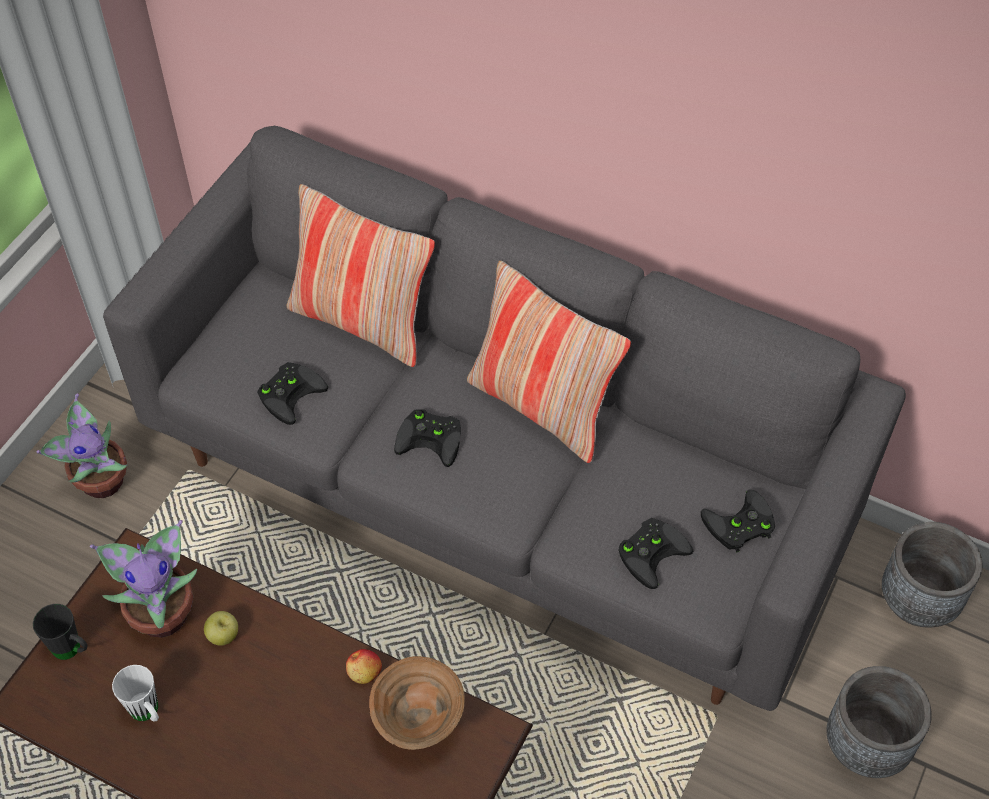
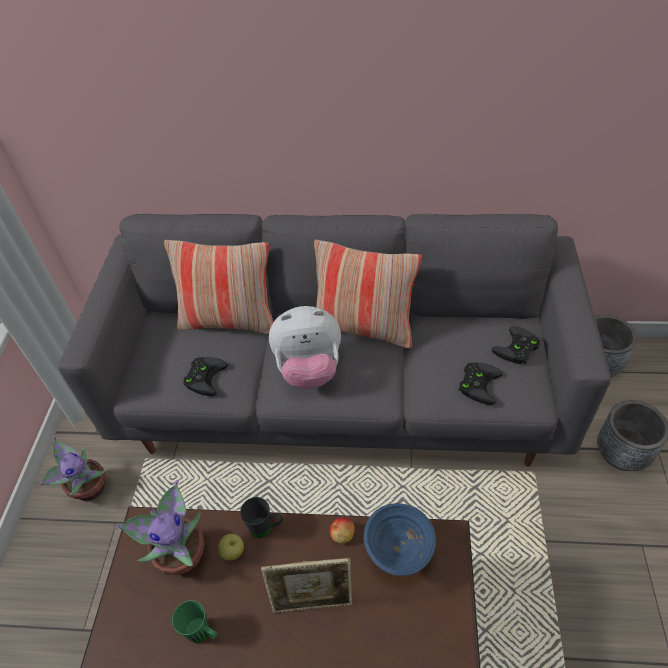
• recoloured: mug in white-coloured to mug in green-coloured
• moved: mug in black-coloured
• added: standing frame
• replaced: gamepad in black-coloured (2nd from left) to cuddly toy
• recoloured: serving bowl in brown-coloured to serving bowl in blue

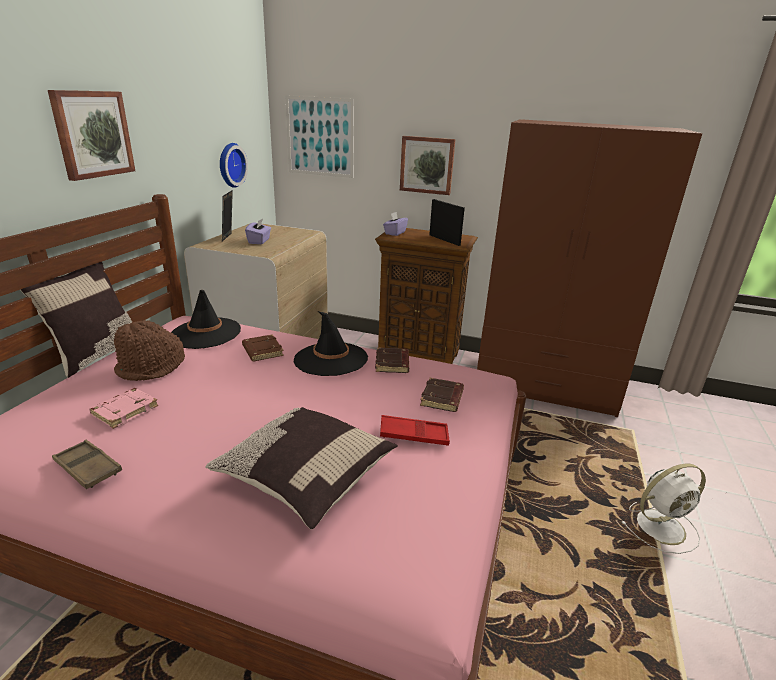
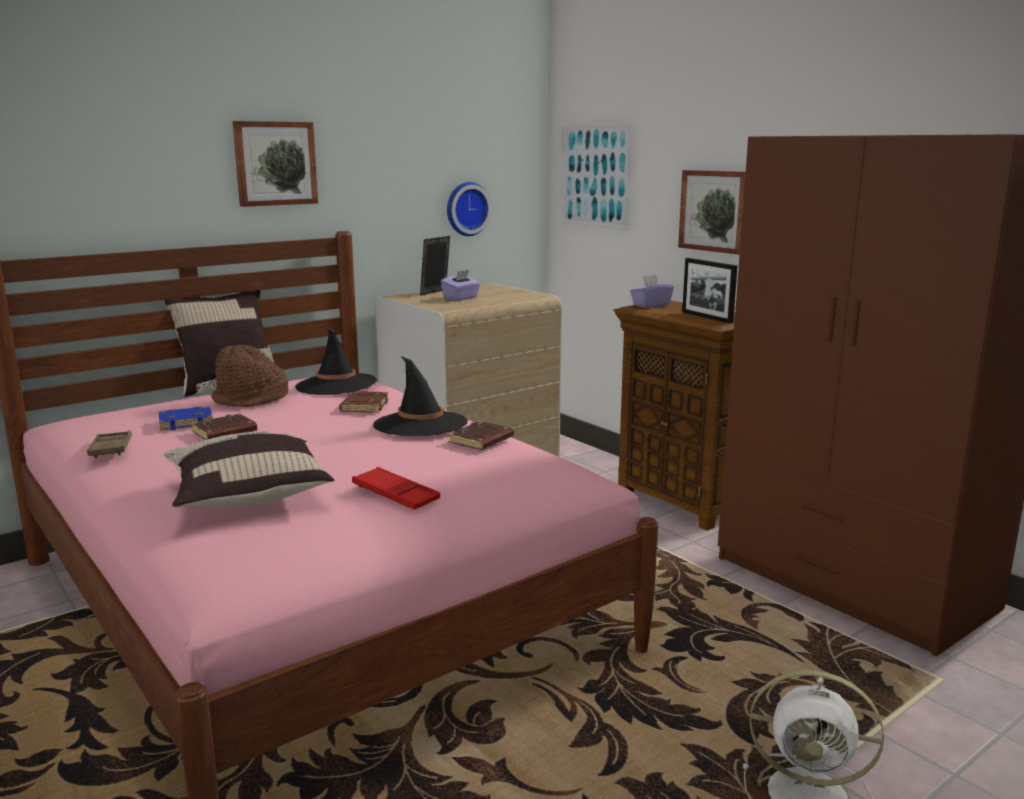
• recoloured: book in pink to book in blue
• moved: book in brown-coloured (3rd from left in the first image) to book in brown-coloured (1st from left)
• turned: standing frame (2nd from left) 150 degrees clockwise

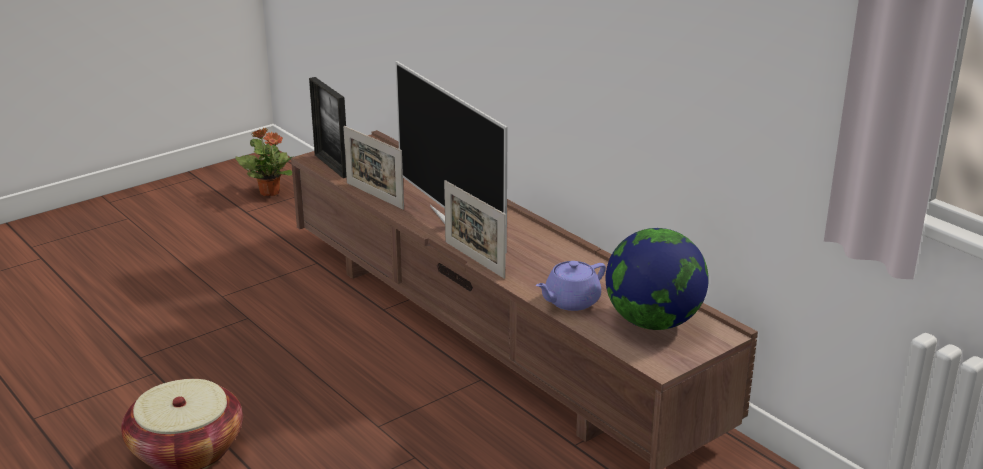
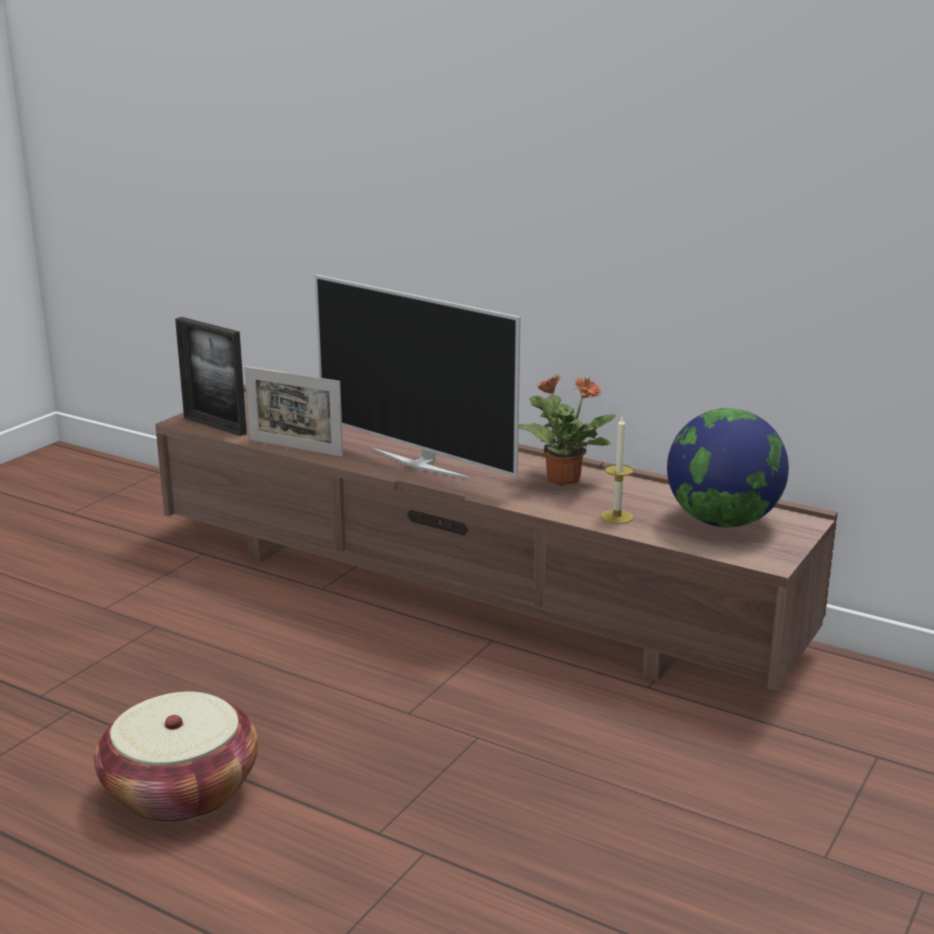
• moved: potted plant
• replaced: tea pot in purplish to candle
• removed: standing frame (3rd from left)

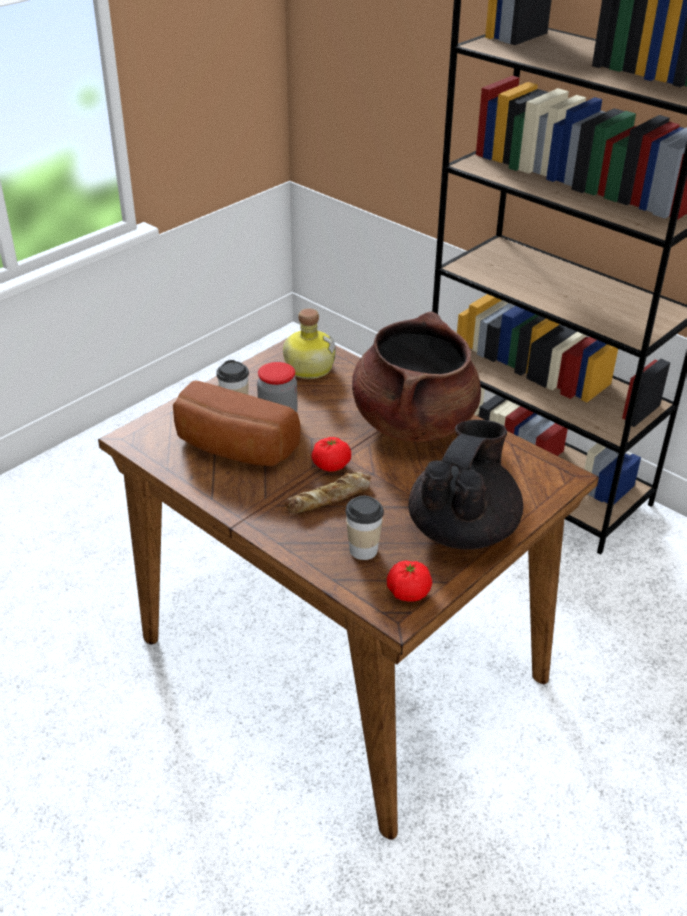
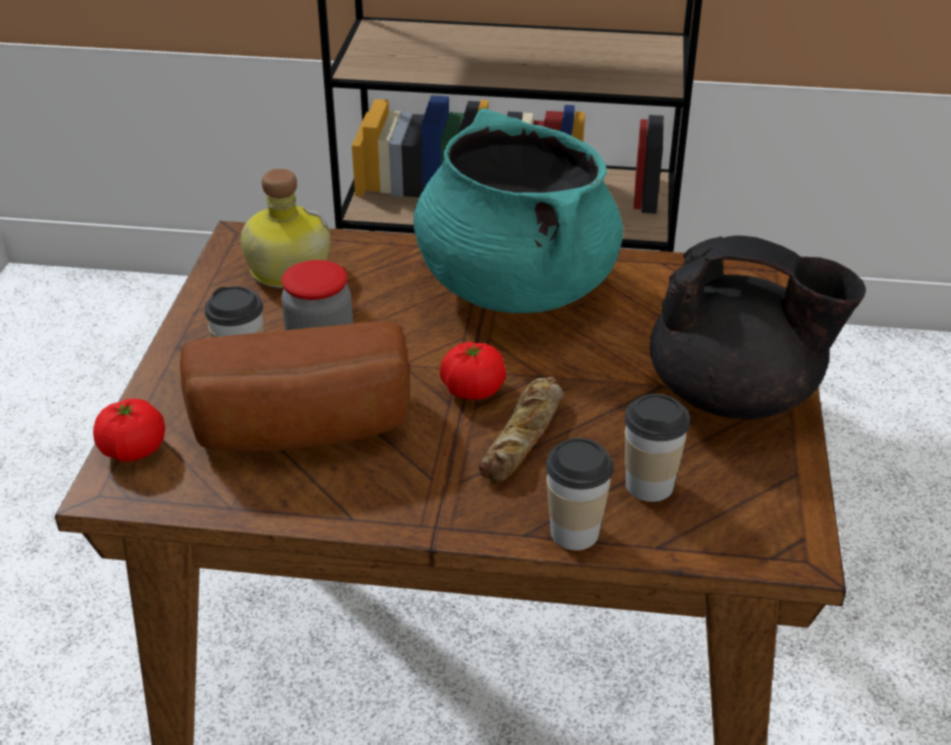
• moved: fresh tomato (2nd from left in the first image) to fresh tomato (1st from left)
• recoloured: saucepot in brown-coloured to saucepot in blue-green
• added: small cup (2nd from left)
• turned: tea pot in black-coloured 120 degrees clockwise

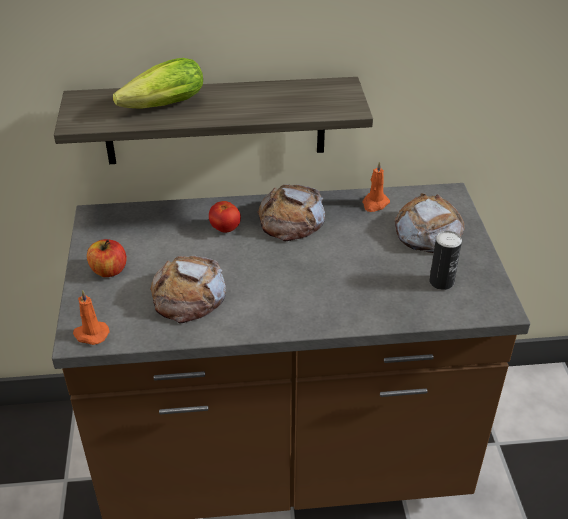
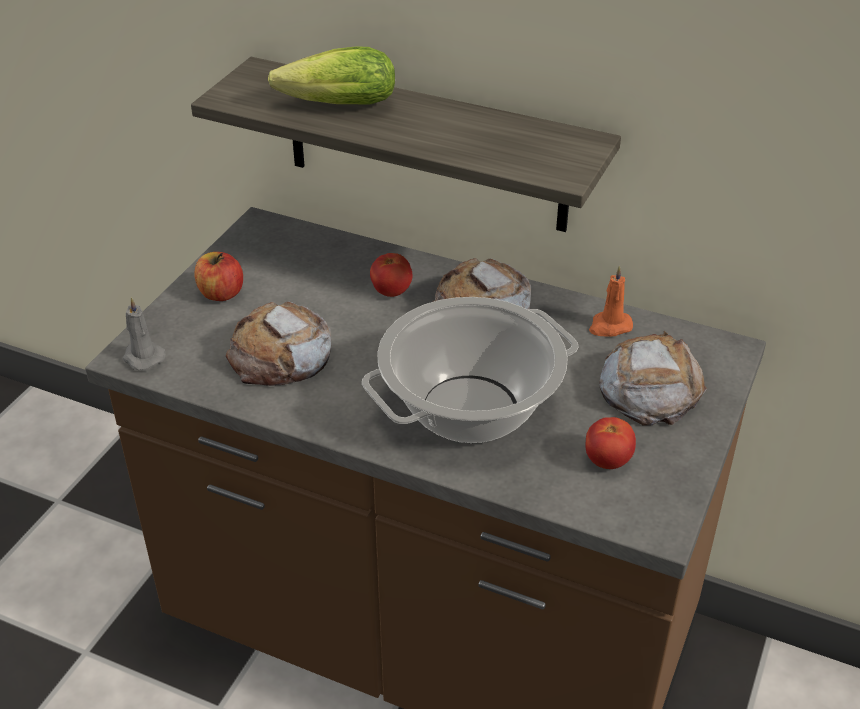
• recoloured: candle in orange (1st from left) to candle in gray
• added: saucepot
• replaced: can to fresh tomato (2nd from left)

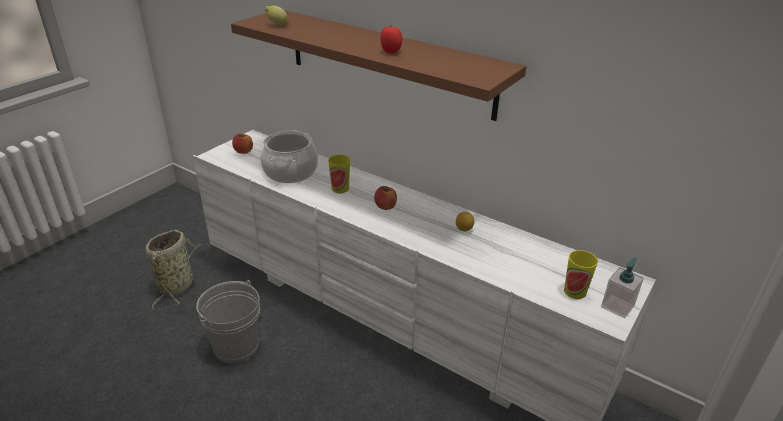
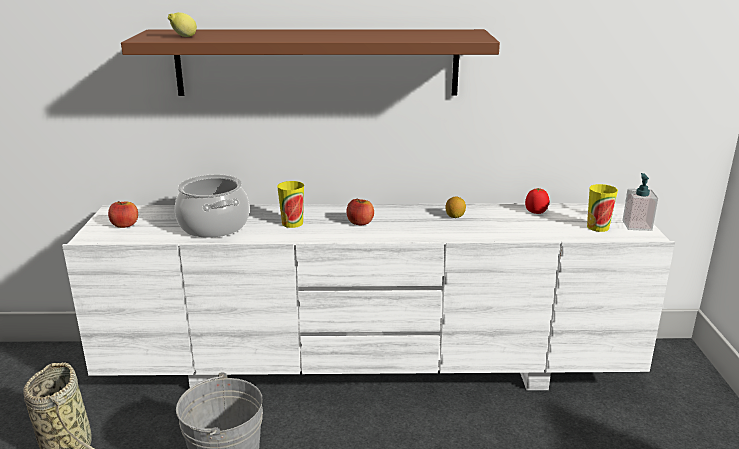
• moved: fresh tomato

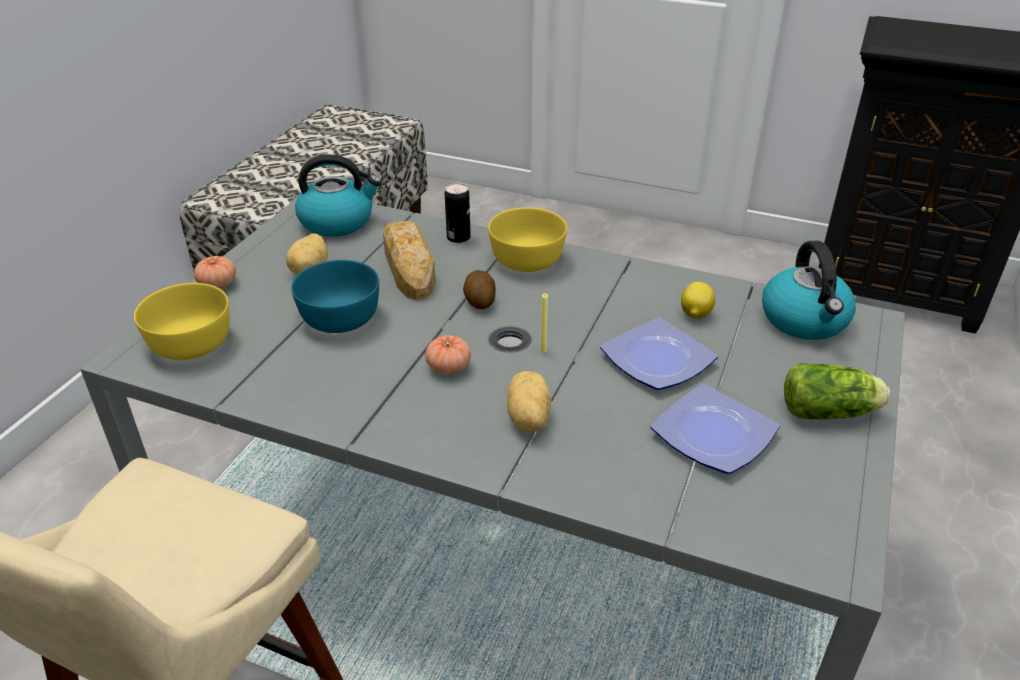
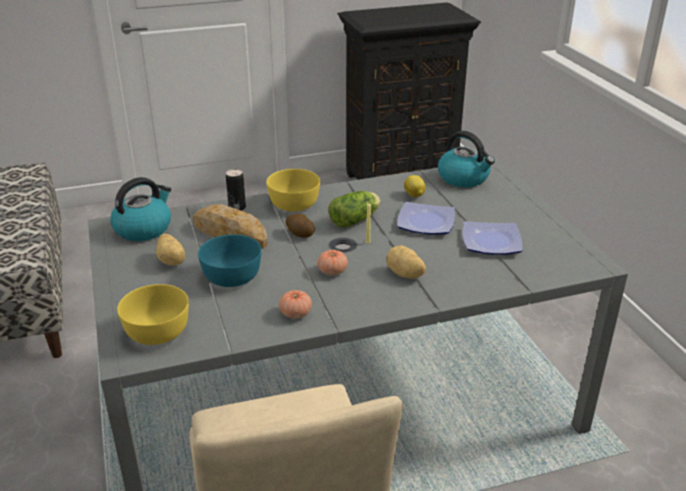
• moved: fresh tomato (1st from left)
• moved: lettuce head

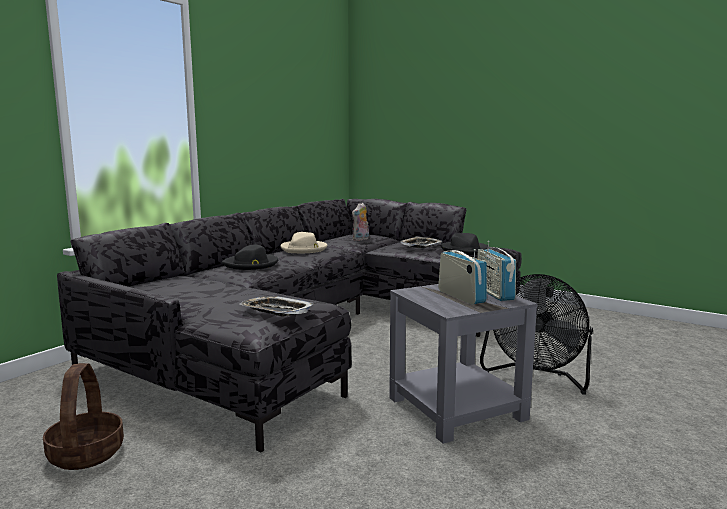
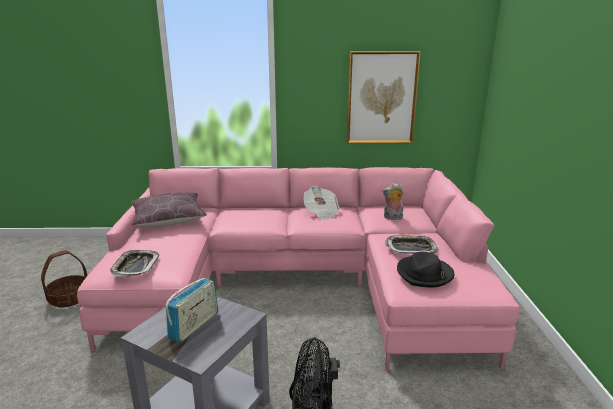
• recoloured: sofa in black-coloured to sofa in pink
• added: cushion in brown-coloured
• replaced: clothing hat in sand-coloured to printed paper
• added: wall picture
• removed: clothing hat in black-coloured (1st from left)
• removed: radio set (2nd from left)

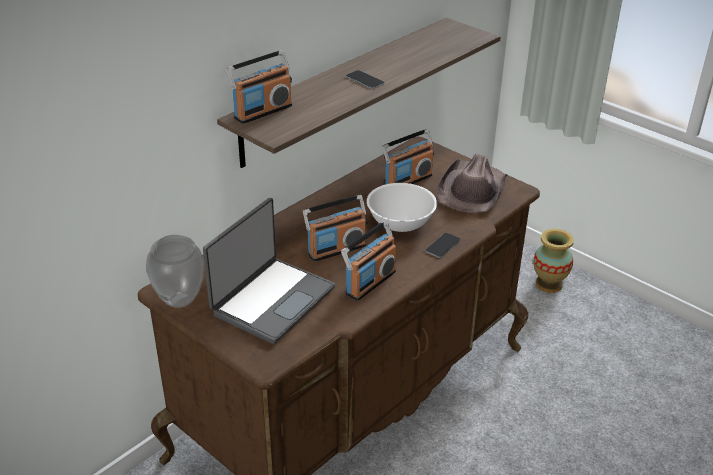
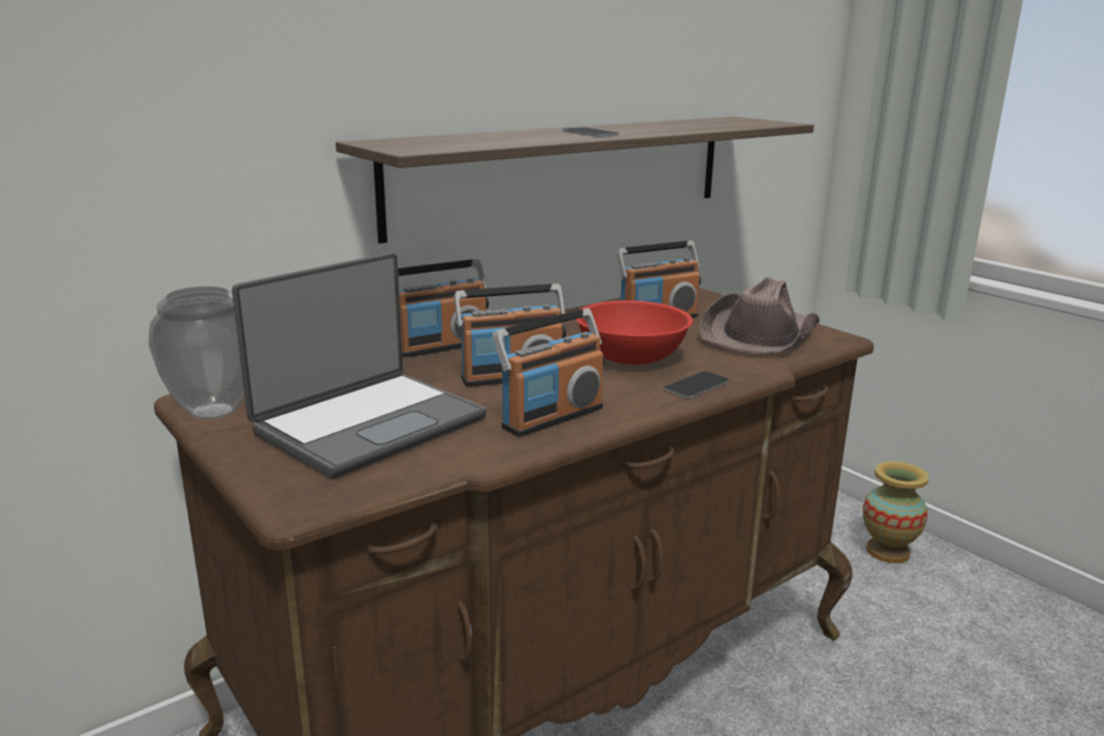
• moved: radio set (1st from left)
• recoloured: serving bowl in white-coloured to serving bowl in red-coloured

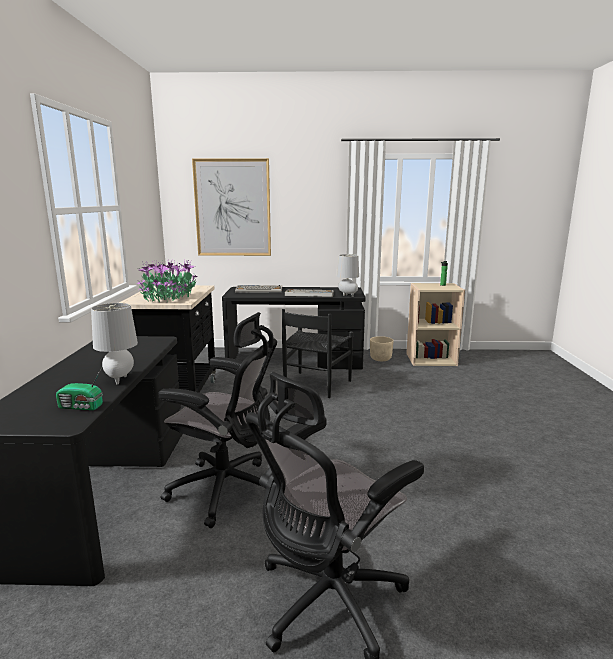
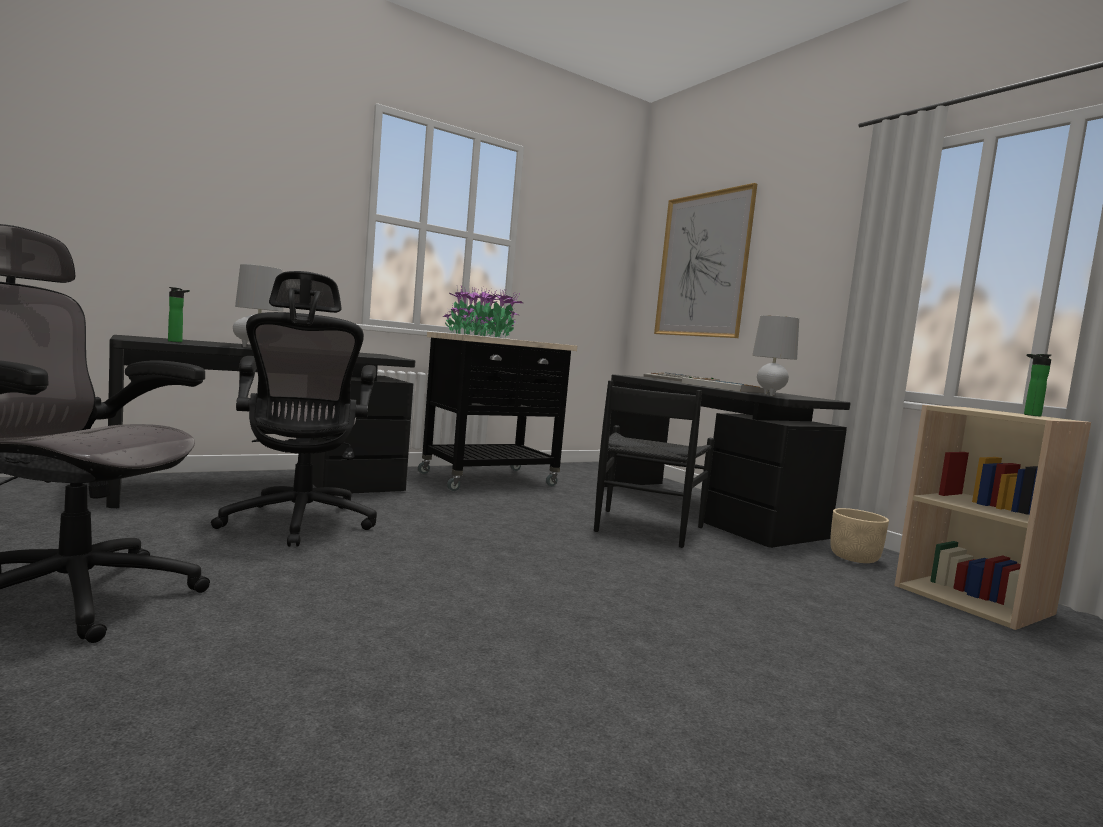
• replaced: radio set to beverage bottle (1st from left)
• turned: plain chair in black-coloured 60 degrees counterclockwise

